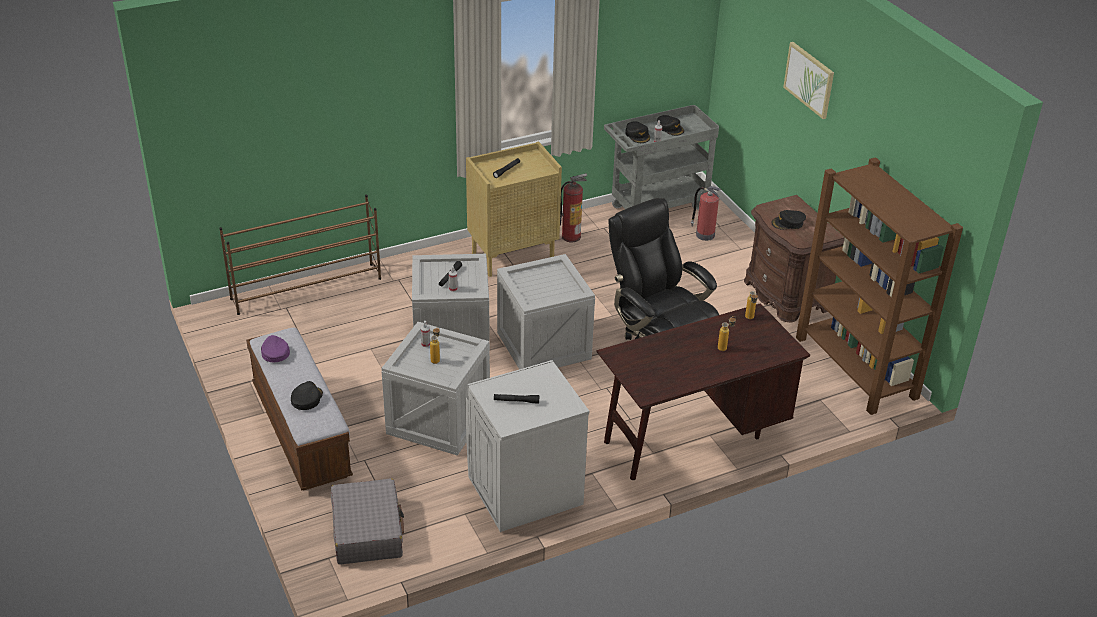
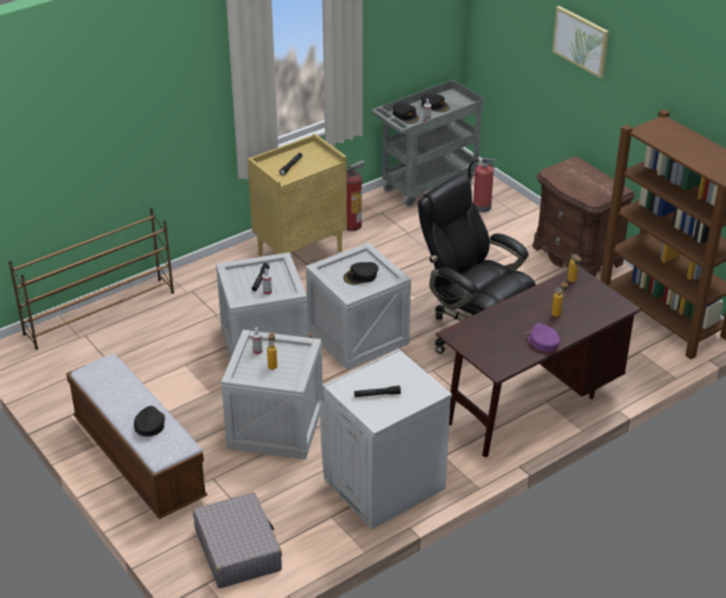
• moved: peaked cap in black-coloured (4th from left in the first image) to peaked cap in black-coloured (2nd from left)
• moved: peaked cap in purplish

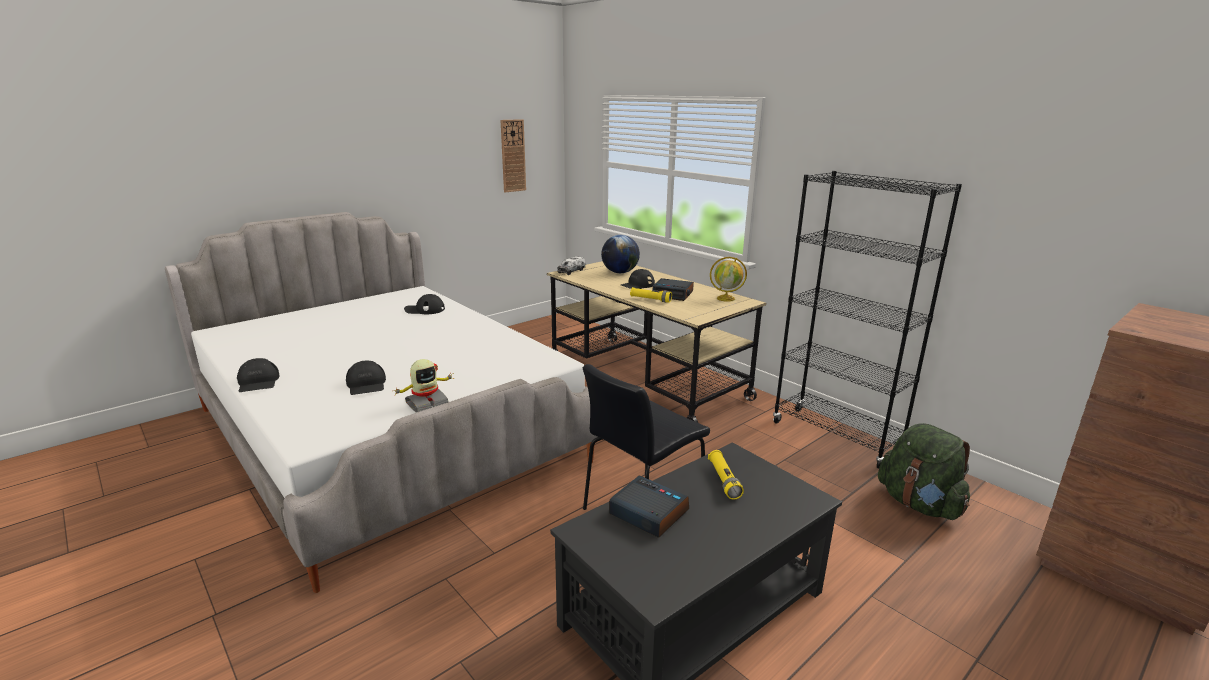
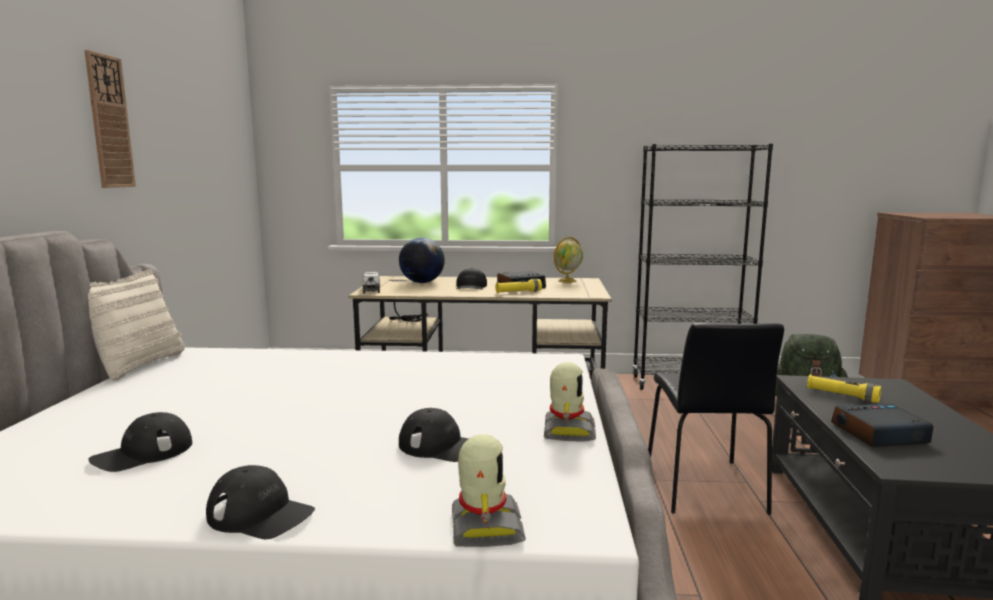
• moved: wall clock
• added: cushion in sand-coloured
• moved: peaked cap in black-coloured (3rd from left in the first image) to peaked cap in black-coloured (1st from left)
• added: robot figure (1st from left)

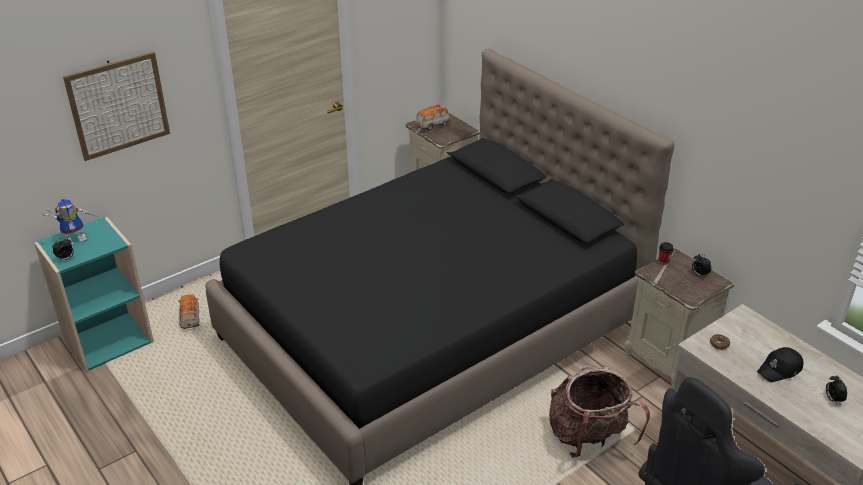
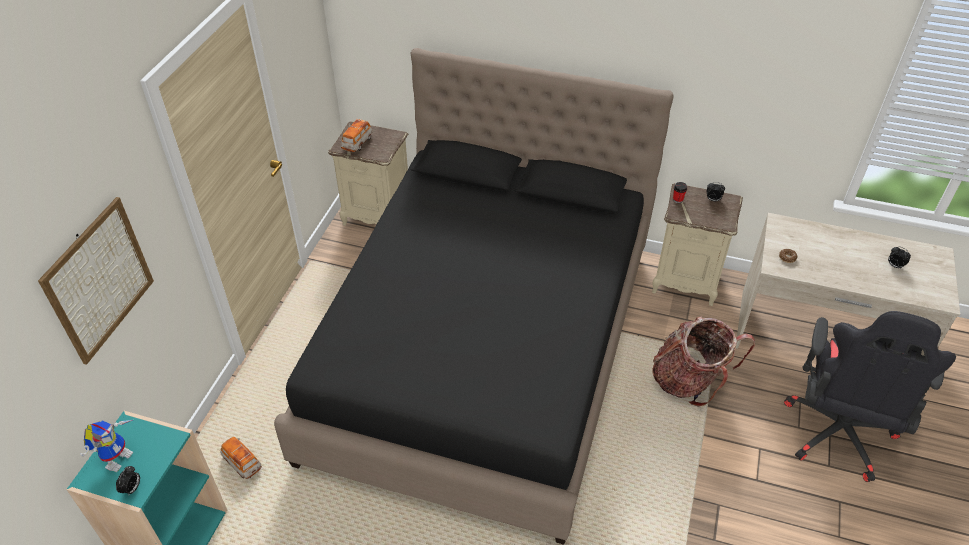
• removed: peaked cap in black-coloured

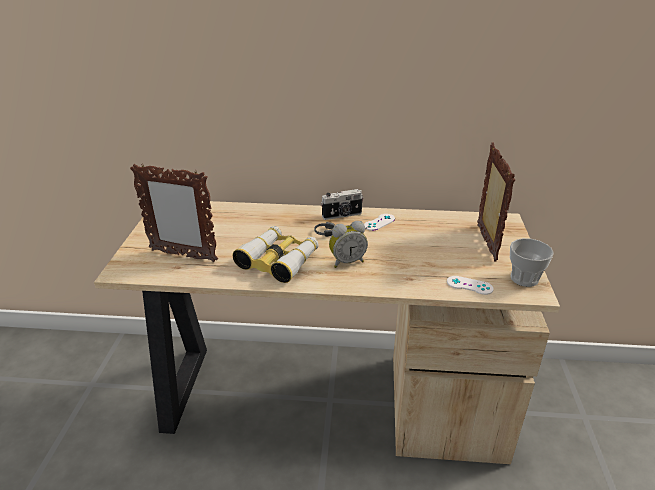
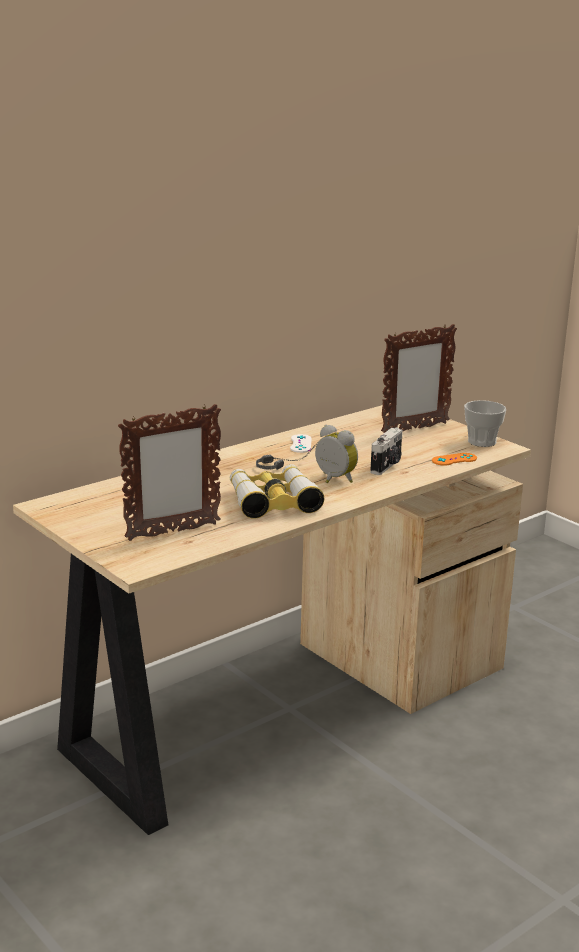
• turned: table clock 75 degrees counterclockwise
• moved: photo camera
• turned: standing frame (2nd from left) 105 degrees clockwise
• recoloured: gamepad in white-coloured (2nd from left) to gamepad in orange

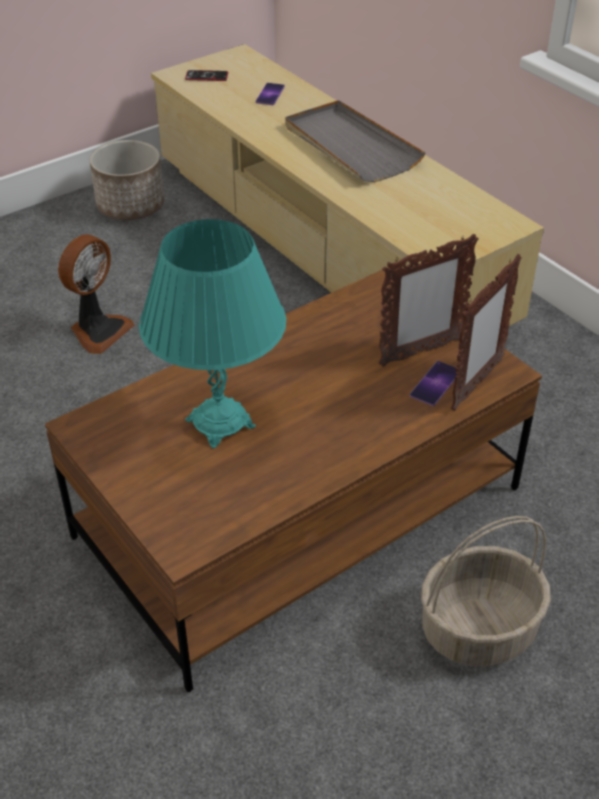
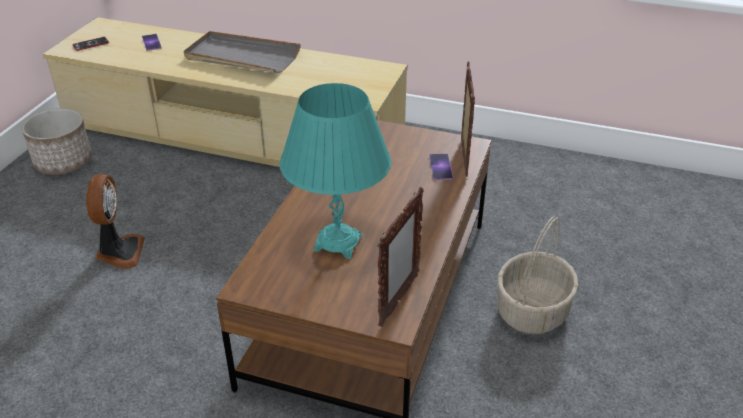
• moved: standing frame (1st from left)

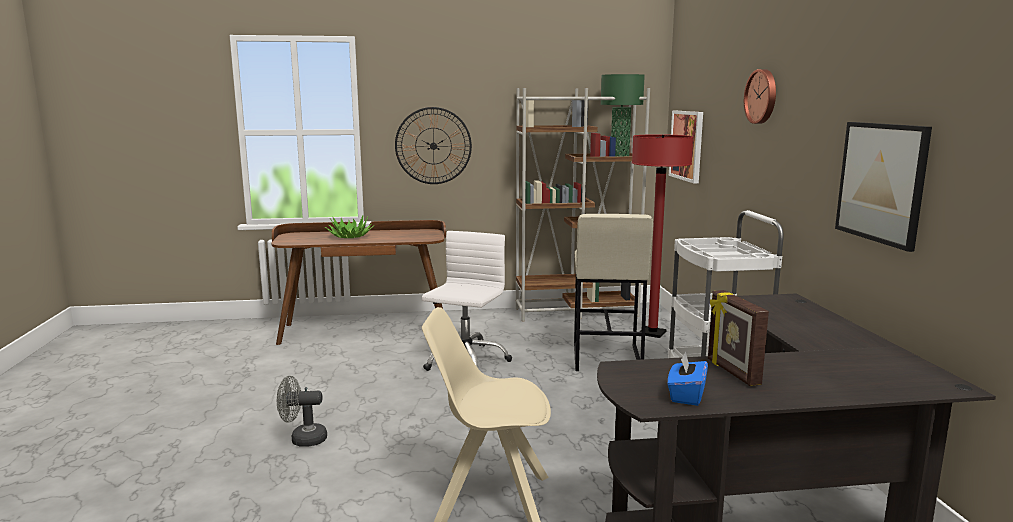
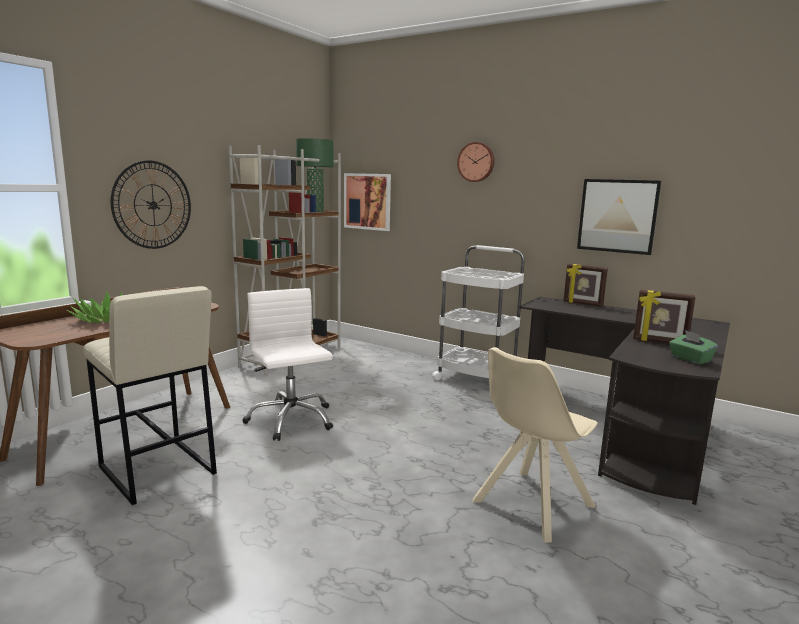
• moved: stool seat in sand-coloured
• added: standing frame (1st from left)
• recoloured: tissue holder in blue to tissue holder in green-coloured
• removed: cooling fan in gray
• removed: floor lamp in red-coloured

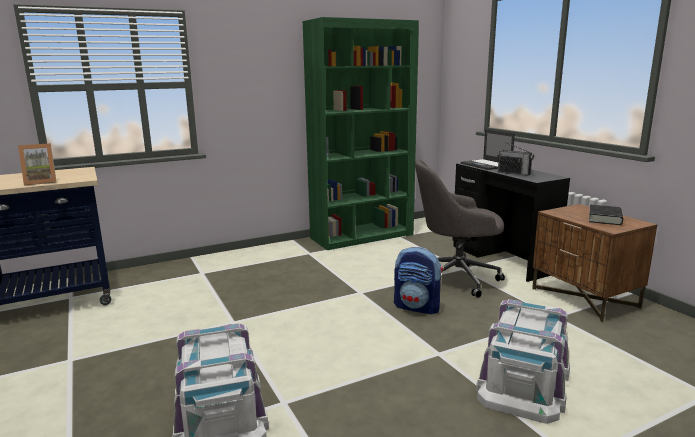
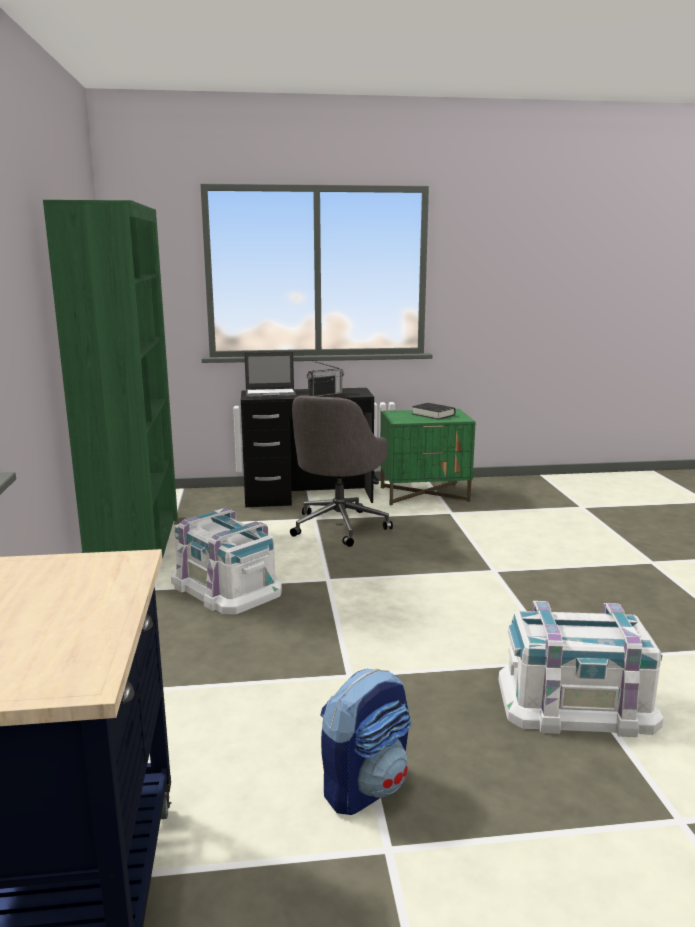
• moved: storage bin in white-coloured (2nd from left in the first image) to storage bin in white-coloured (1st from left)
• moved: rucksack
• recoloured: night table in brown-coloured to night table in green-coloured
• removed: standing frame

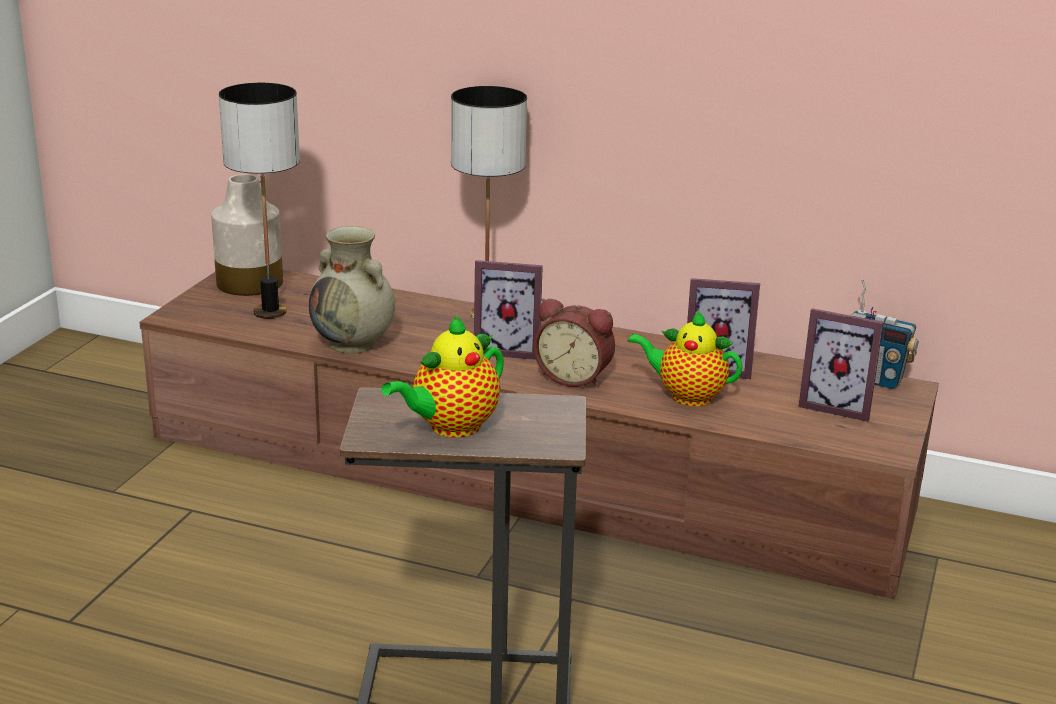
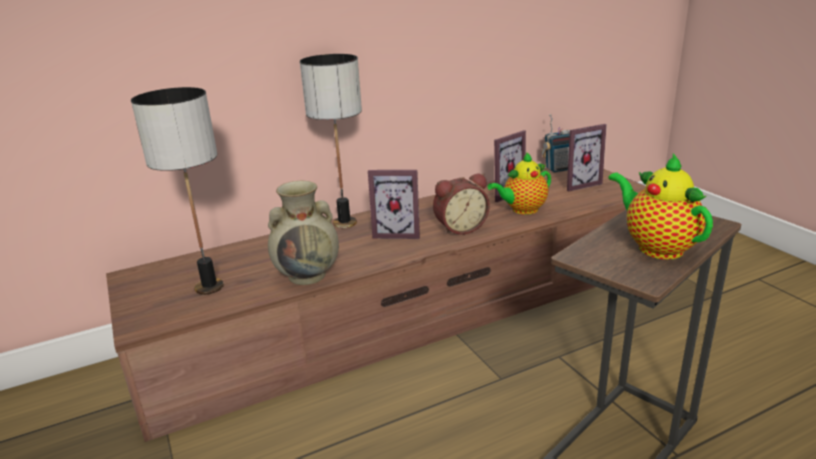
• turned: standing frame (1st from left) 45 degrees clockwise
• turned: tea pot (1st from left in the first image) 150 degrees clockwise
• removed: flower vase in sand-coloured (1st from left)

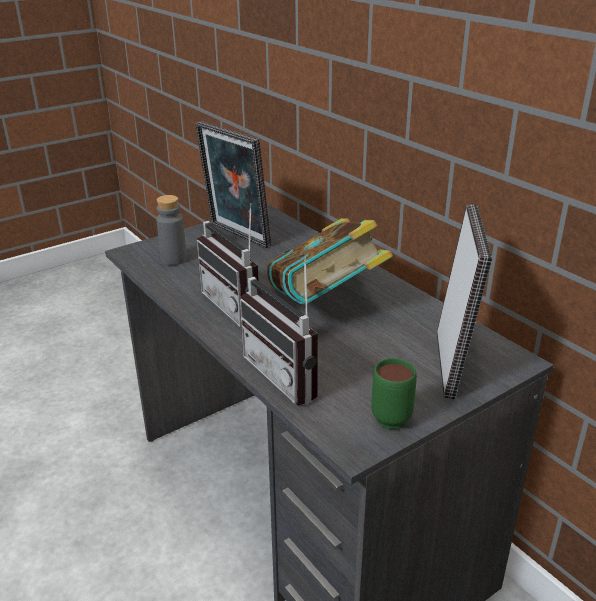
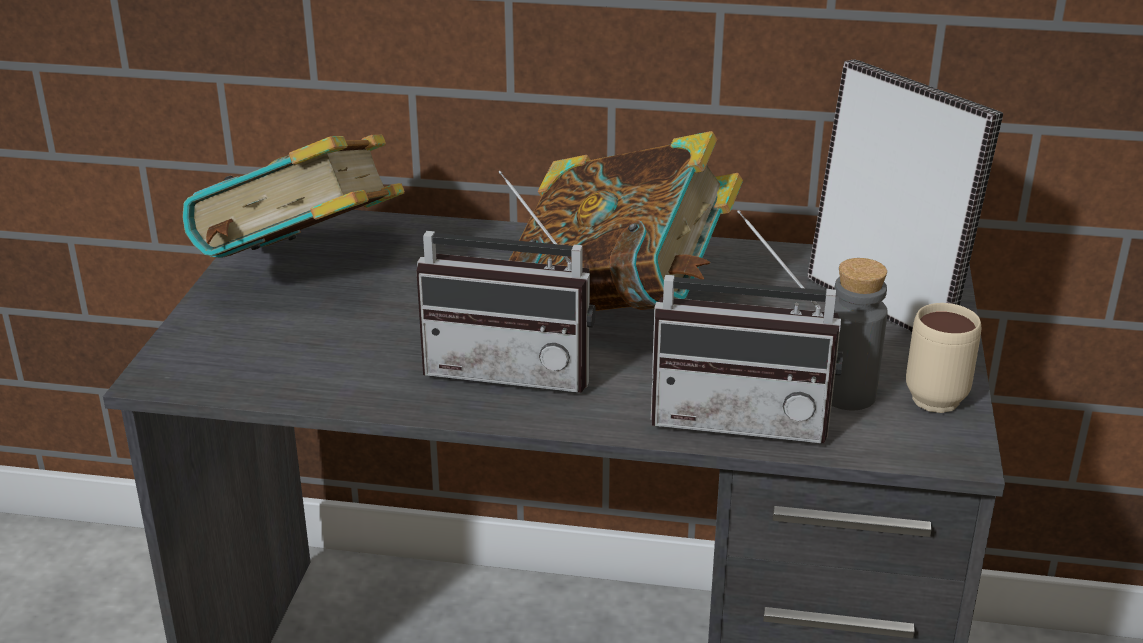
• replaced: standing frame (1st from left) to book (1st from left)
• moved: beverage bottle in gray
• recoloured: mug in green-coloured to mug in sand-coloured

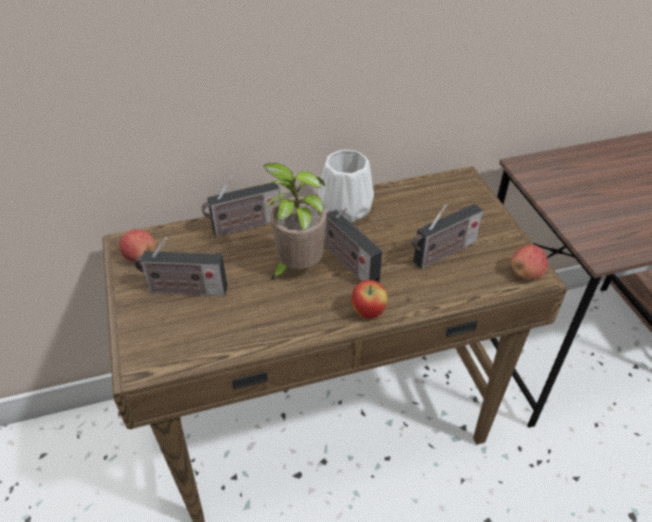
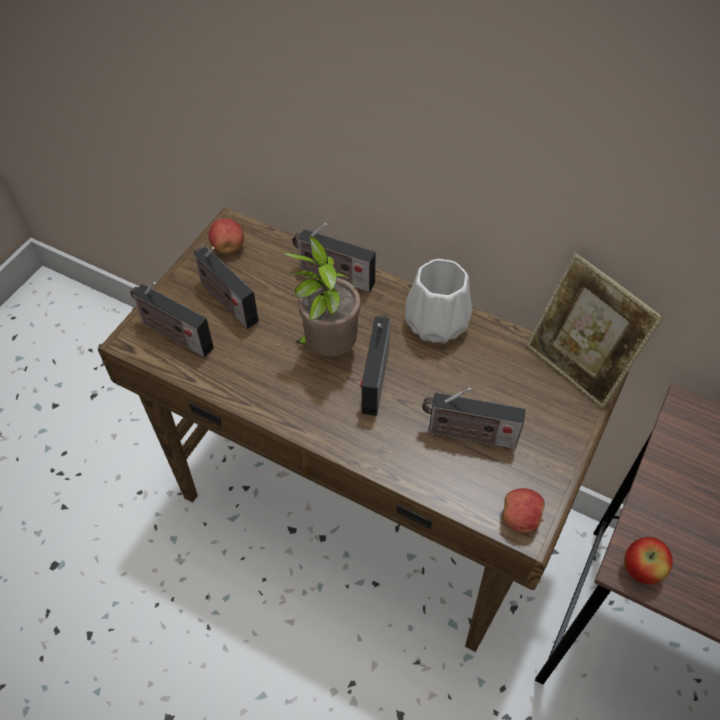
• added: radio set (1st from left)
• added: standing frame
• moved: apple fruit (2nd from left in the first image) to apple fruit (3rd from left)

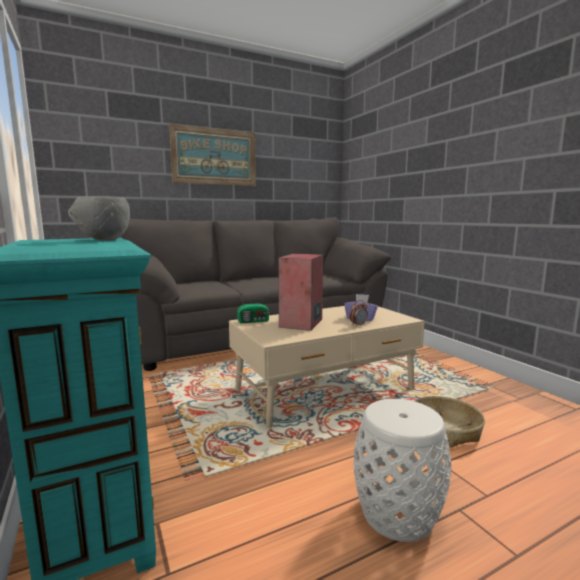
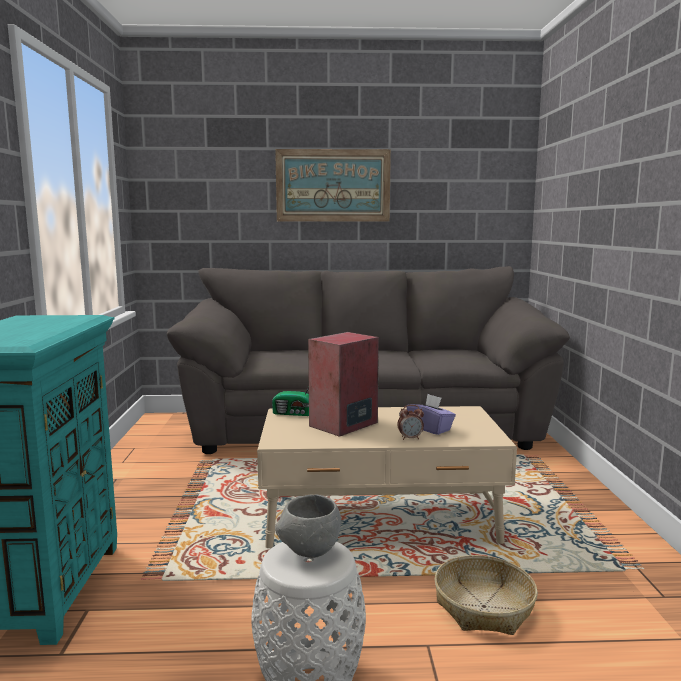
• moved: serving bowl in gray

